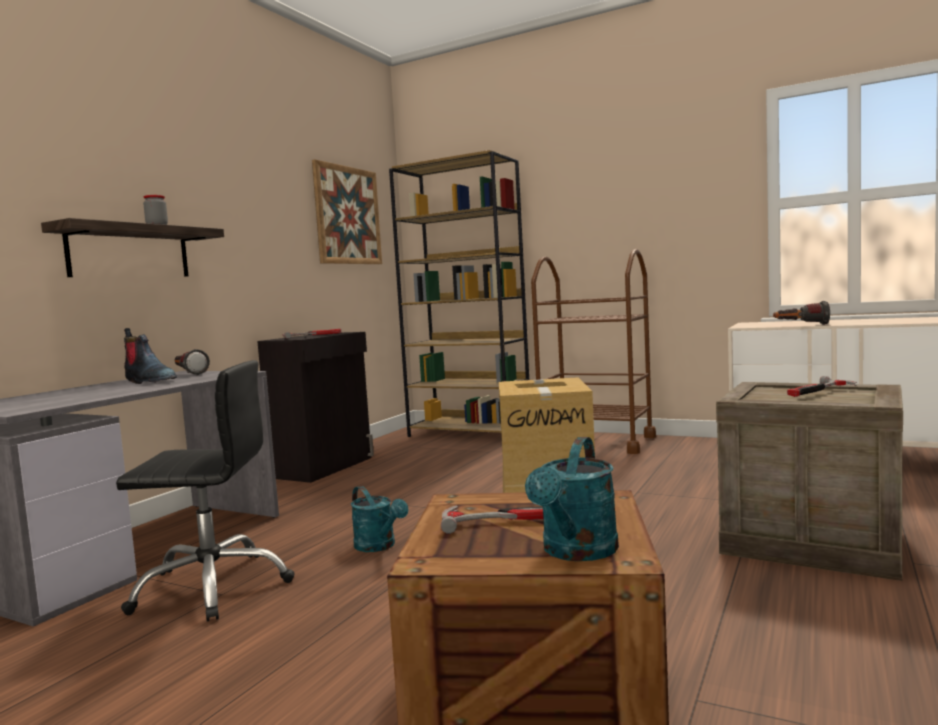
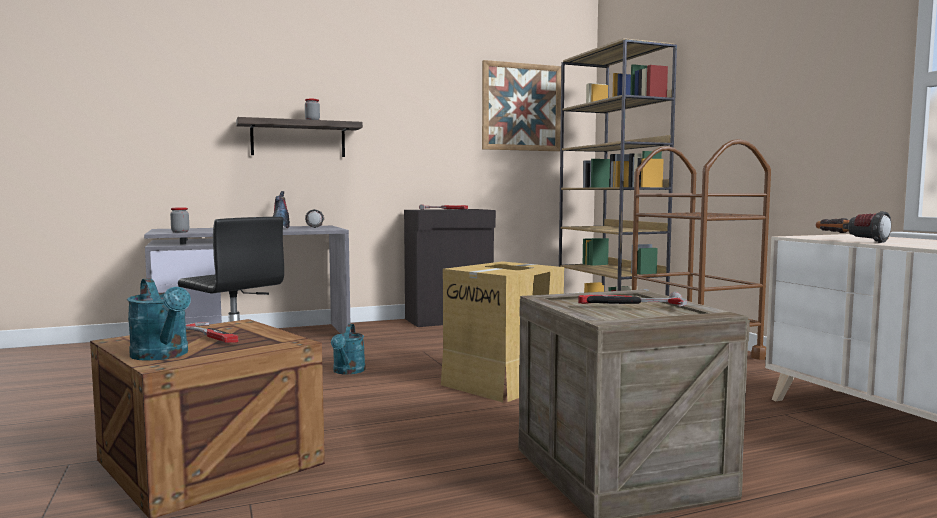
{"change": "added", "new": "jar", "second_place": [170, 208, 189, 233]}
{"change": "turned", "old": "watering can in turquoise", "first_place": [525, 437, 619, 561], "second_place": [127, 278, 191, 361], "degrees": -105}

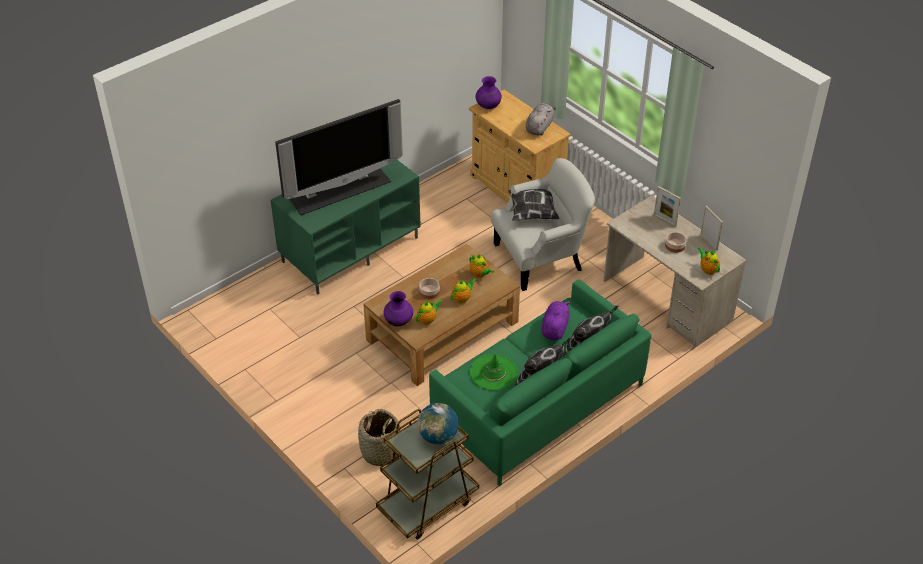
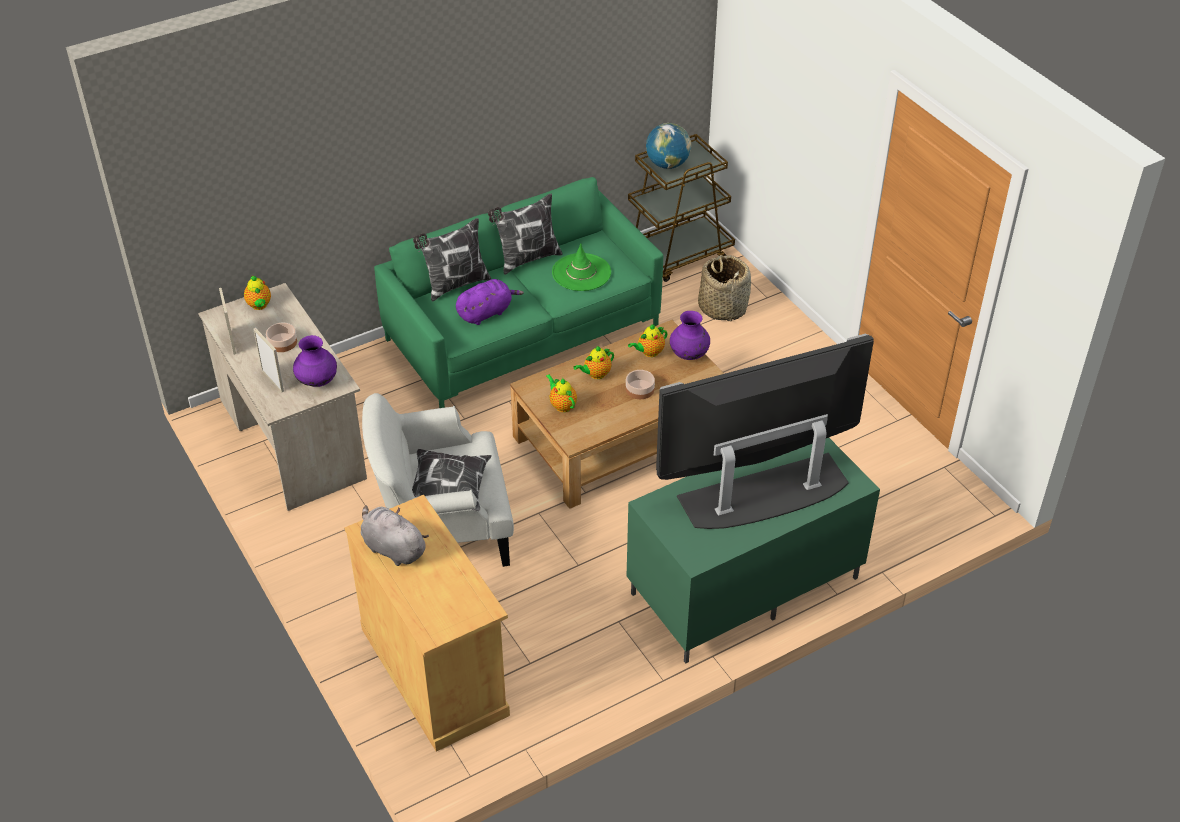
{"change": "moved", "old": "vase in purple", "first_place": [475, 76, 502, 109], "second_place": [293, 335, 337, 387]}
{"change": "turned", "old": "plush toy in grey", "first_place": [526, 103, 556, 136], "second_place": [361, 506, 429, 566], "degrees": 90}
{"change": "turned", "old": "plush toy in purple", "first_place": [541, 301, 570, 340], "second_place": [456, 279, 524, 325], "degrees": -150}

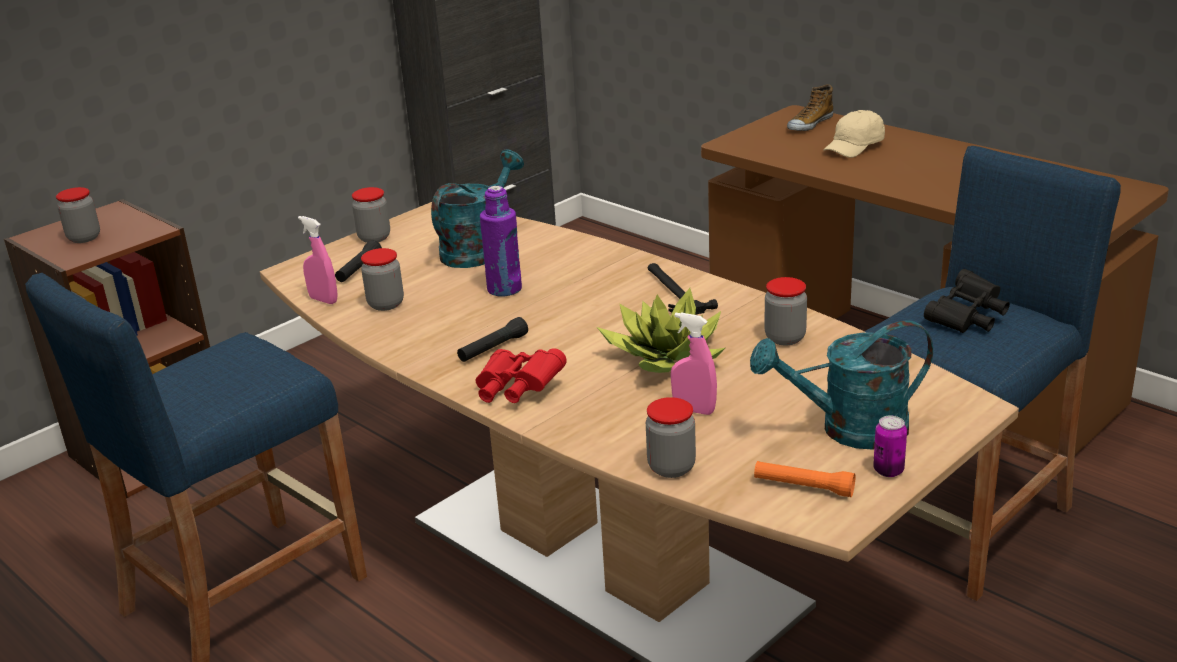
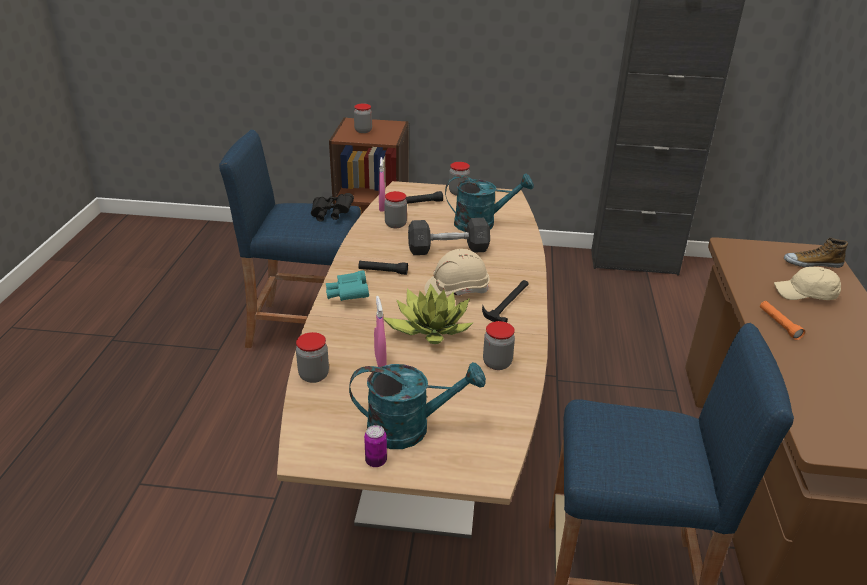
{"change": "added", "new": "hard hat in beige", "second_place": [425, 249, 489, 296]}
{"change": "moved", "old": "flashlight in orange", "first_place": [754, 461, 855, 497], "second_place": [760, 301, 805, 340]}
{"change": "moved", "old": "binoculars in black", "first_place": [924, 269, 1010, 333], "second_place": [311, 193, 354, 222]}
{"change": "replaced", "old": "bottle in purple", "new": "dumbbell in grey", "first_place": [480, 186, 522, 296], "second_place": [408, 218, 490, 255]}
{"change": "recoloured", "old": "binoculars in red", "new": "binoculars in turquoise", "first_place": [475, 348, 567, 403], "second_place": [326, 270, 369, 301]}
{"change": "turned", "old": "watering can in turquoise", "first_place": [750, 320, 933, 450], "second_place": [349, 362, 486, 449], "degrees": 135}

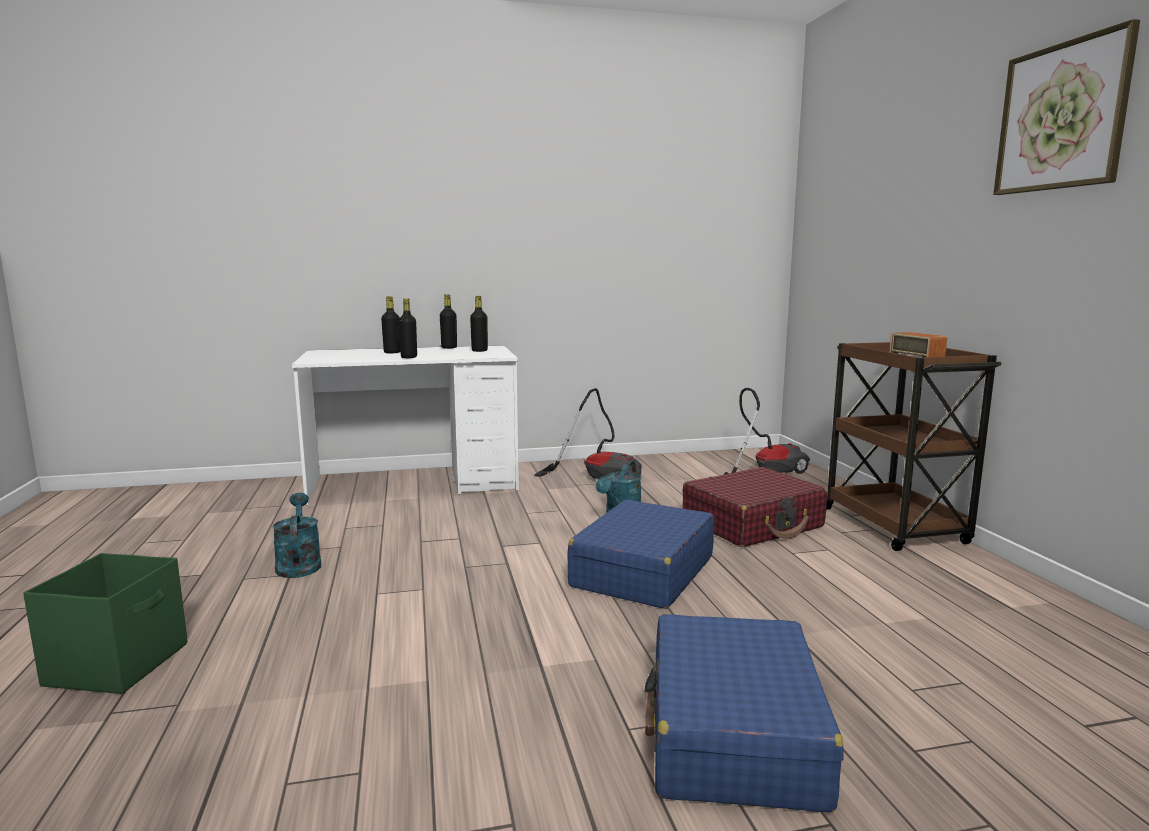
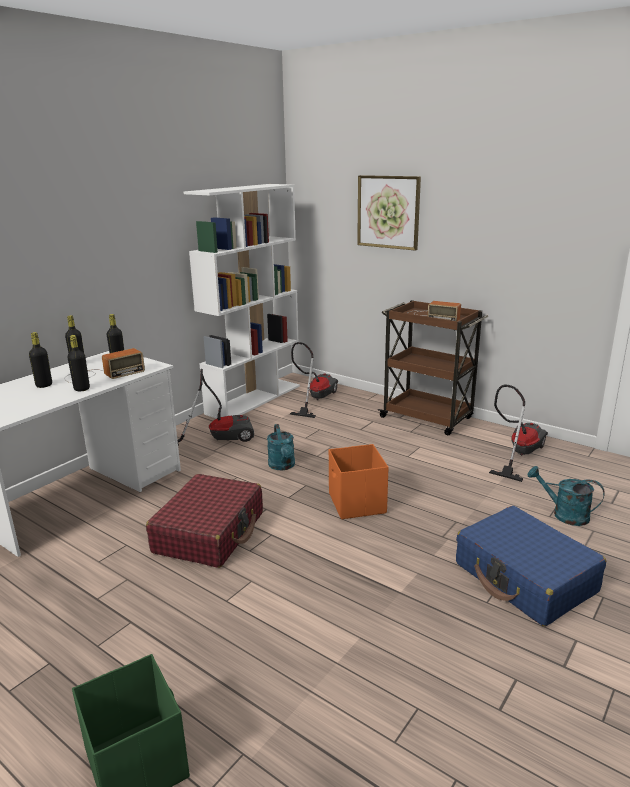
{"change": "added", "new": "radio", "second_place": [64, 348, 145, 383]}
{"change": "added", "new": "bookcase in white", "second_place": [184, 184, 300, 419]}
{"change": "added", "new": "vacuum cleaner", "second_place": [489, 385, 548, 482]}
{"change": "moved", "old": "watering can in turquoise", "first_place": [272, 493, 321, 578], "second_place": [527, 466, 605, 526]}
{"change": "moved", "old": "suitcase in red", "first_place": [682, 467, 827, 547], "second_place": [146, 474, 263, 568]}
{"change": "moved", "old": "picture", "first_place": [993, 19, 1140, 195], "second_place": [357, 175, 421, 251]}
{"change": "replaced", "old": "suitcase in blue", "new": "storage box in orange", "first_place": [568, 500, 714, 609], "second_place": [329, 444, 389, 519]}

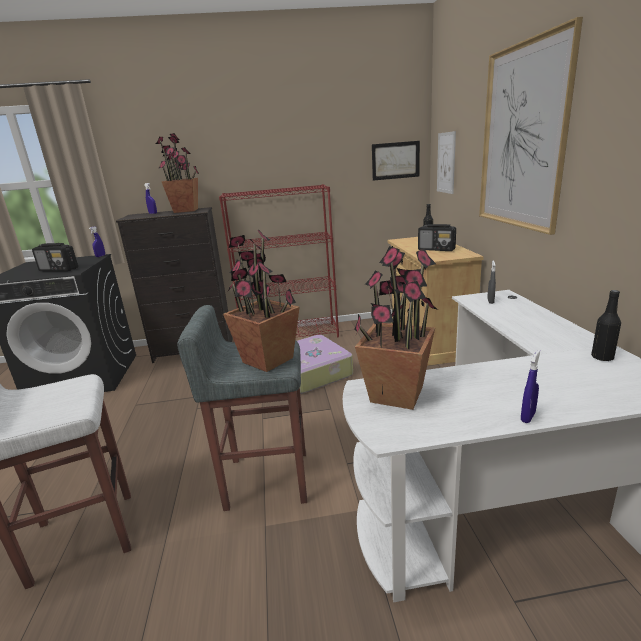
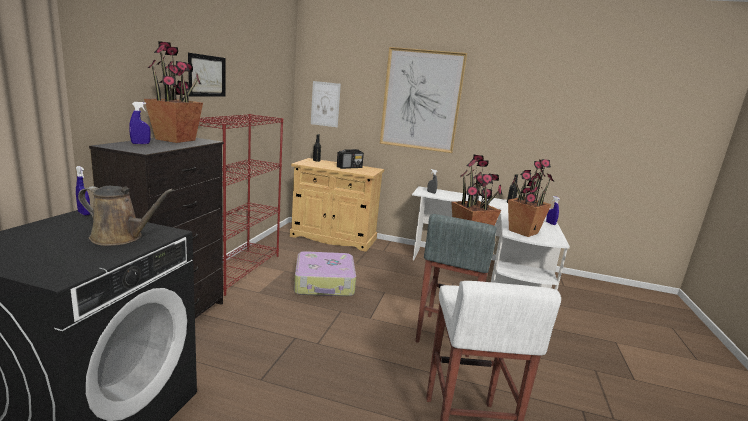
{"change": "moved", "old": "picture", "first_place": [372, 141, 420, 181], "second_place": [188, 53, 226, 97]}
{"change": "replaced", "old": "radio", "new": "watering can in brown", "first_place": [32, 243, 78, 271], "second_place": [78, 186, 174, 246]}

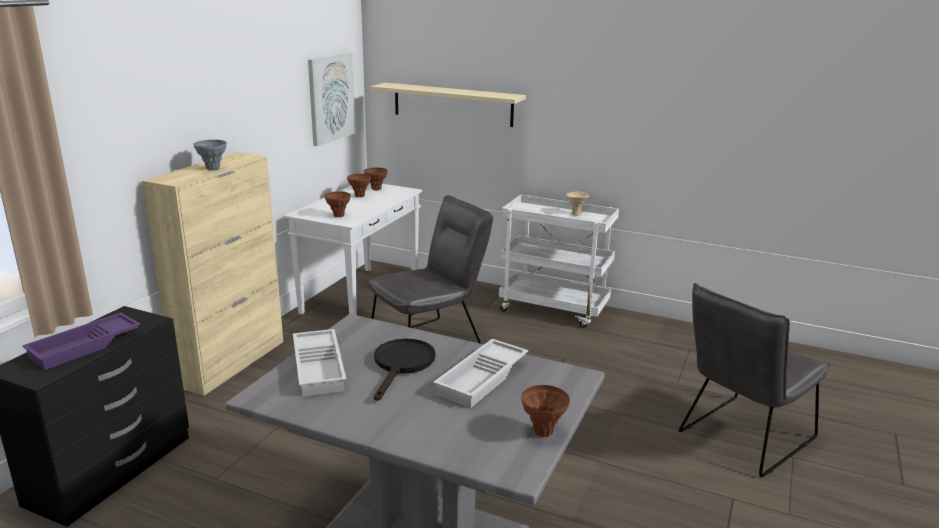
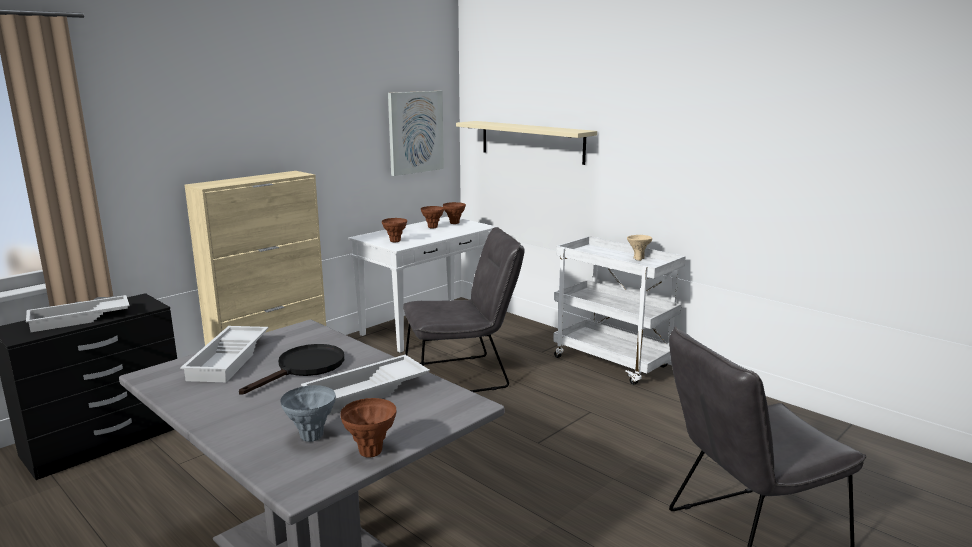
{"change": "moved", "old": "vase in grey", "first_place": [193, 140, 227, 170], "second_place": [280, 385, 336, 442]}
{"change": "recoloured", "old": "tray in purple", "new": "tray in white", "first_place": [22, 312, 141, 370], "second_place": [26, 295, 130, 332]}

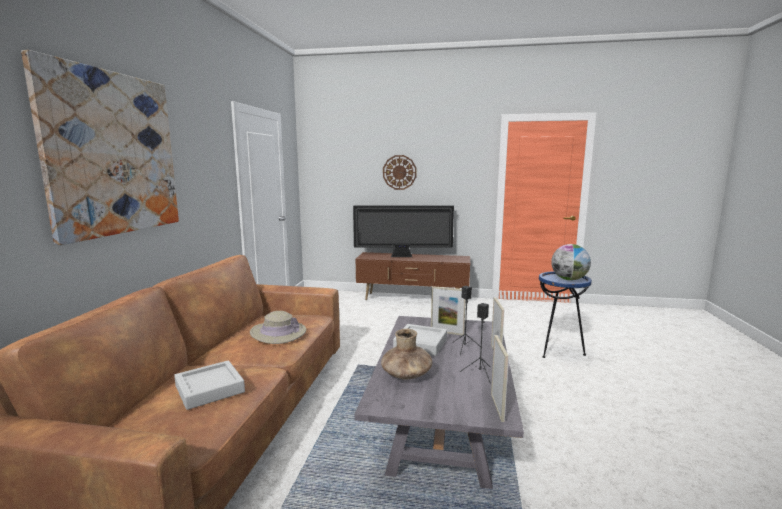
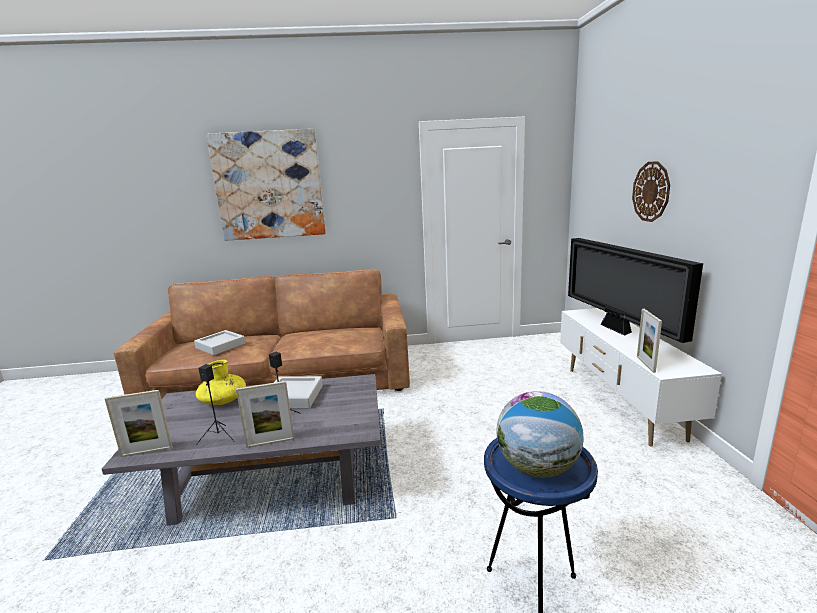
{"change": "removed", "old": "hat in beige", "first_place": [250, 311, 306, 344]}
{"change": "moved", "old": "picture frame", "first_place": [431, 286, 466, 335], "second_place": [637, 309, 662, 373]}
{"change": "recoloured", "old": "tv stand in brown", "new": "tv stand in white", "first_place": [356, 252, 470, 300], "second_place": [560, 308, 722, 447]}
{"change": "recoloured", "old": "vase in brown", "new": "vase in yellow", "first_place": [381, 329, 432, 380], "second_place": [196, 360, 246, 405]}

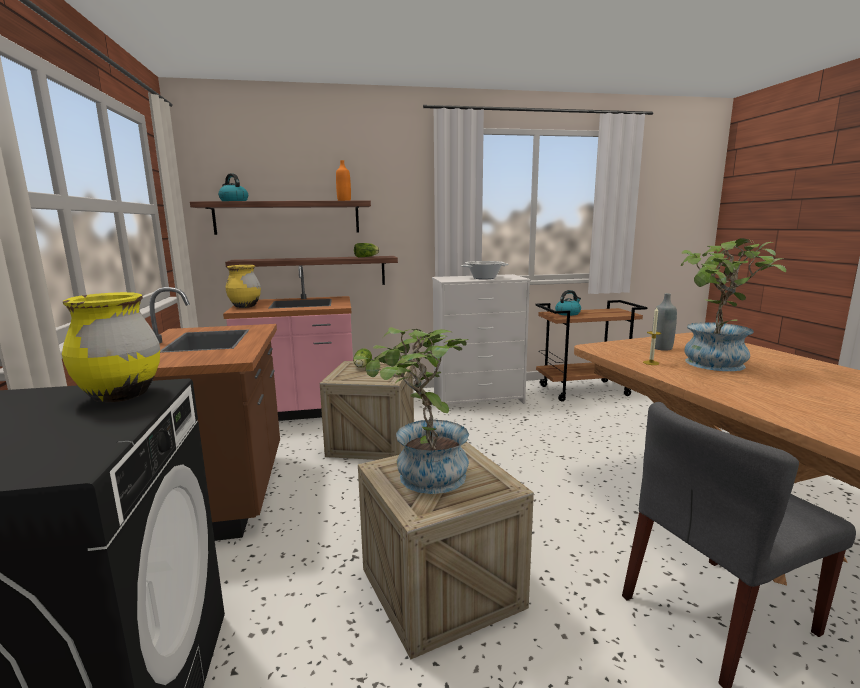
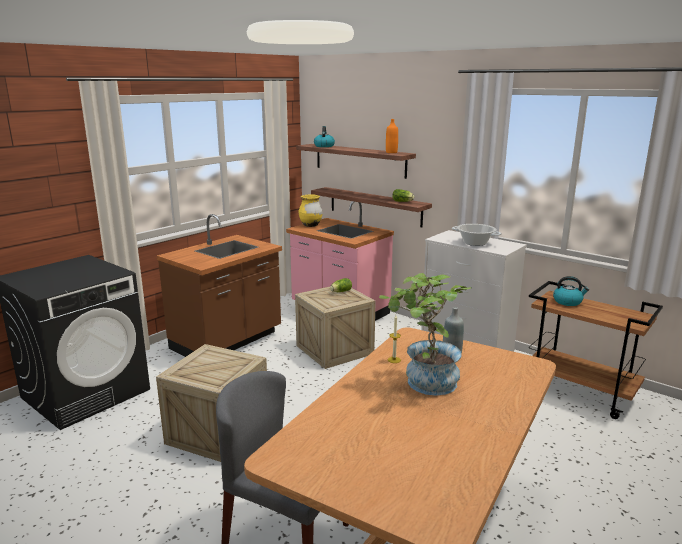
{"change": "removed", "old": "vase in yellow", "first_place": [62, 292, 160, 402]}
{"change": "removed", "old": "potted plant", "first_place": [354, 327, 469, 494]}

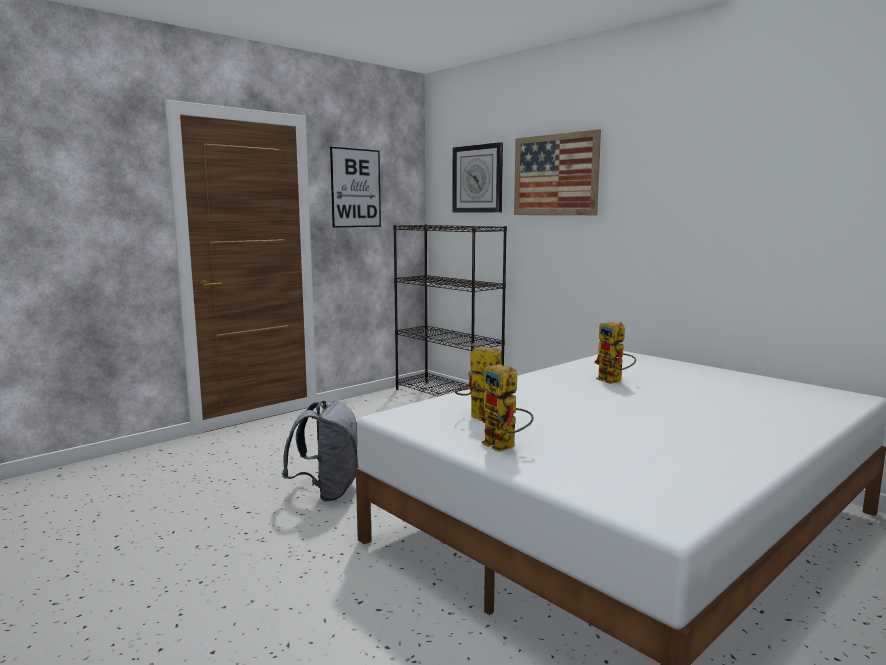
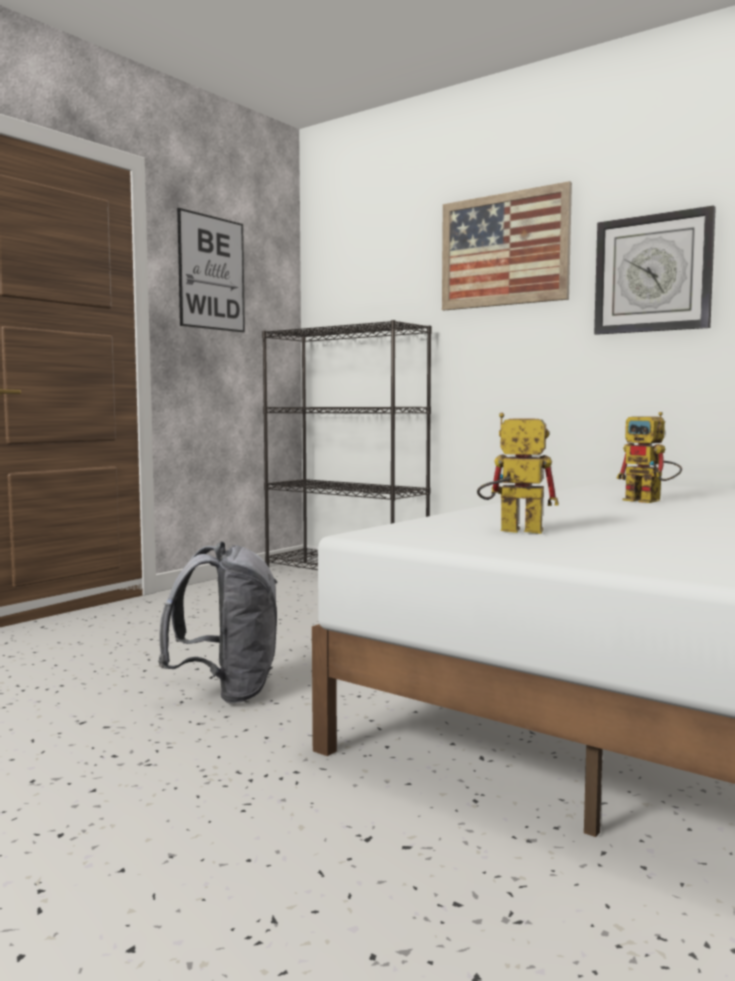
{"change": "removed", "old": "toy robot", "first_place": [480, 364, 534, 452]}
{"change": "moved", "old": "wall clock", "first_place": [452, 142, 503, 212], "second_place": [594, 206, 716, 335]}

